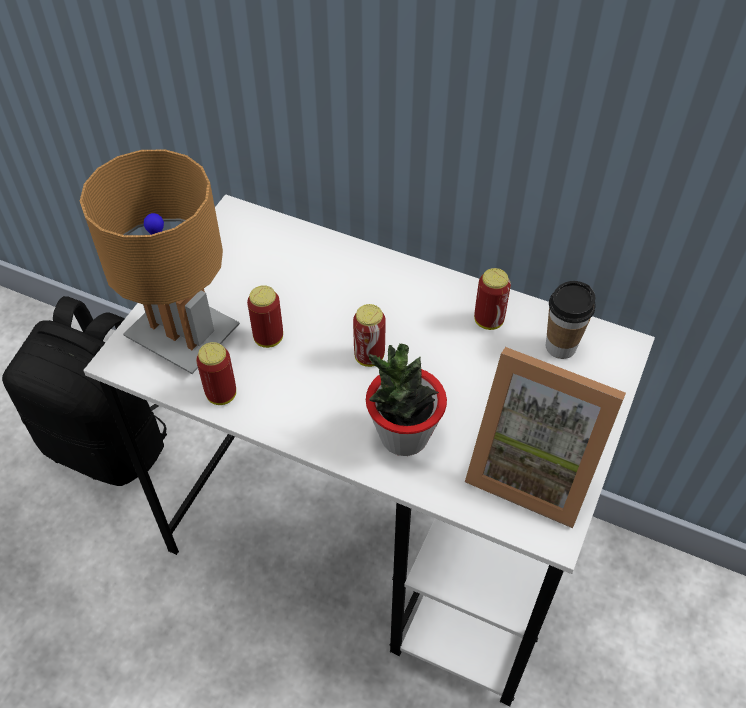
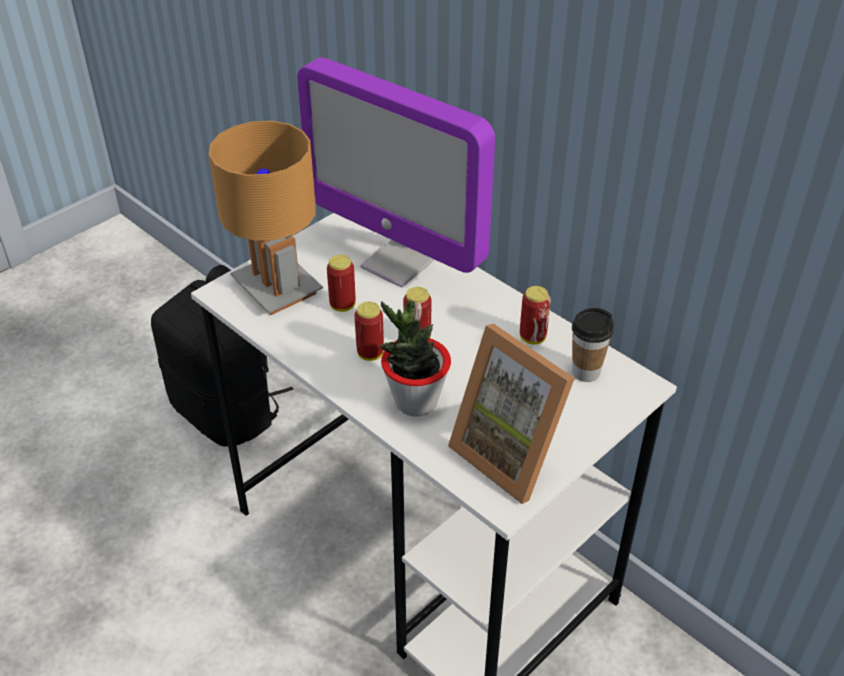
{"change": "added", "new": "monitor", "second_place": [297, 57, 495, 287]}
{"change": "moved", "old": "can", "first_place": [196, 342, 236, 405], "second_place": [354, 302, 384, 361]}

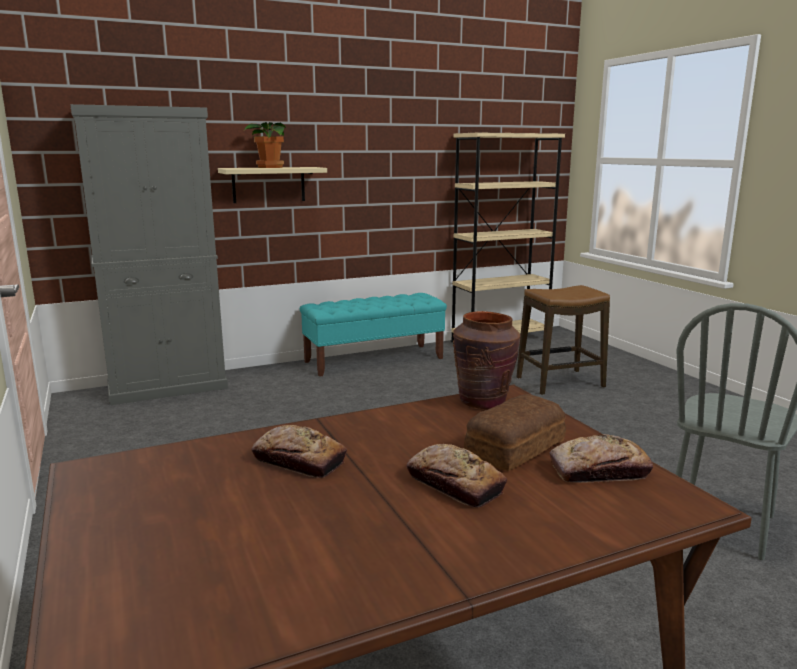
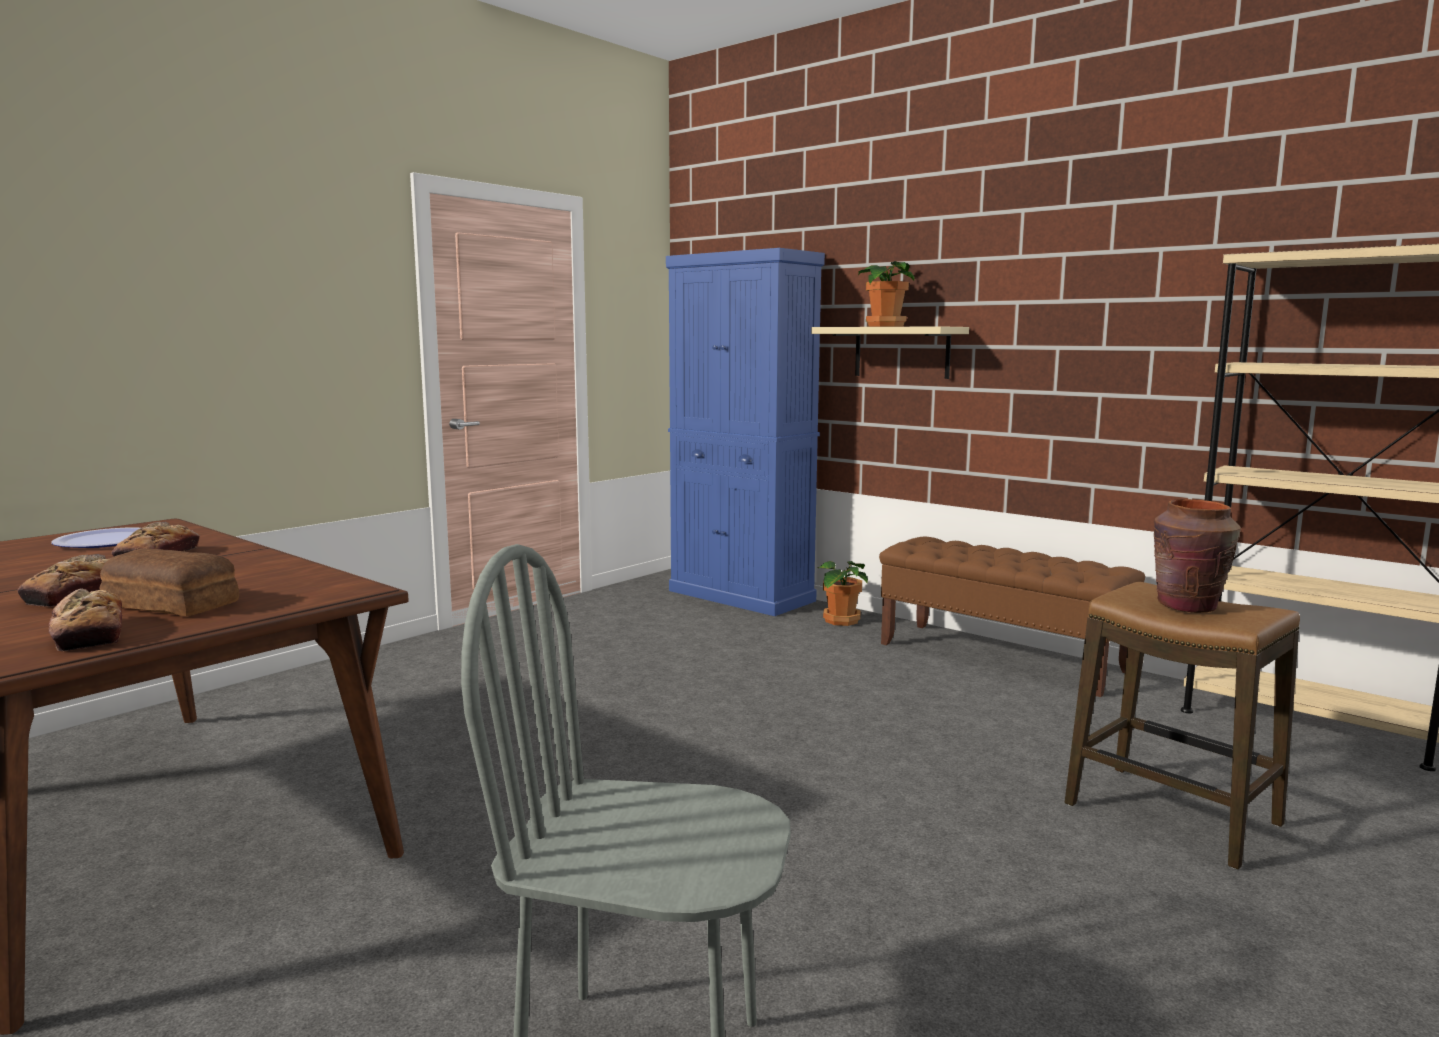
{"change": "added", "new": "plate", "second_place": [51, 528, 140, 548]}
{"change": "added", "new": "potted plant", "second_place": [817, 561, 868, 626]}
{"change": "moved", "old": "vase in brown", "first_place": [453, 311, 520, 409], "second_place": [1154, 499, 1241, 613]}
{"change": "recoloured", "old": "cabinet in grey", "new": "cabinet in blue", "first_place": [70, 104, 228, 405], "second_place": [666, 248, 825, 616]}
{"change": "recoloured", "old": "bench in turquoise", "new": "bench in brown", "first_place": [300, 293, 447, 377], "second_place": [879, 536, 1145, 697]}

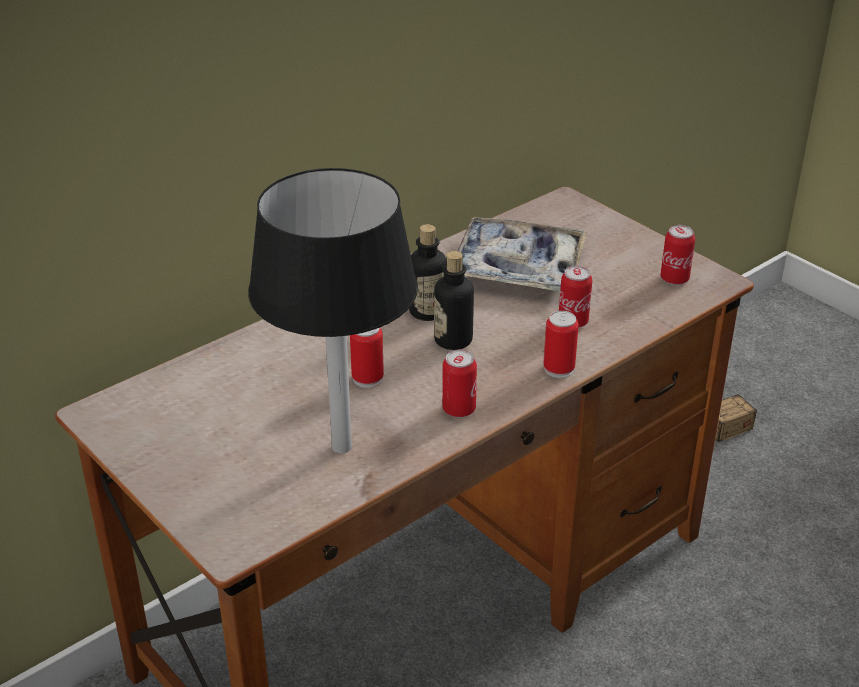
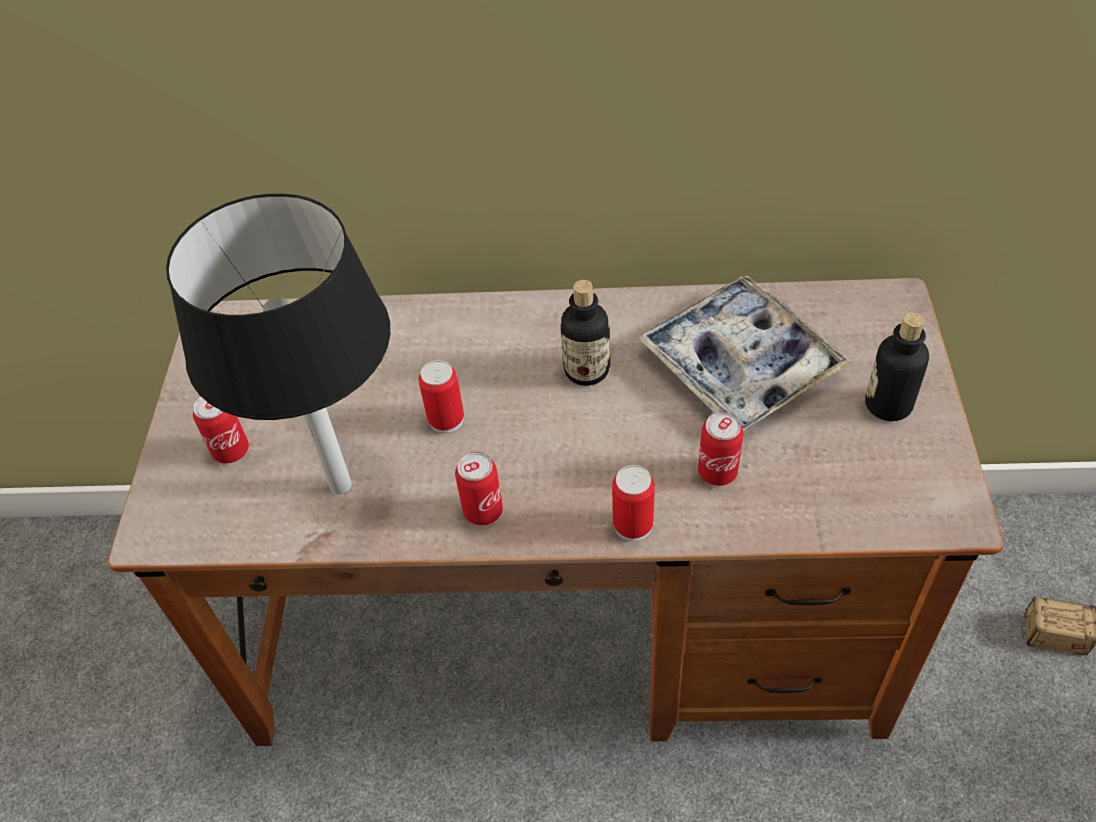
{"change": "moved", "old": "bottle", "first_place": [434, 251, 474, 350], "second_place": [865, 312, 929, 421]}
{"change": "moved", "old": "can", "first_place": [660, 225, 695, 285], "second_place": [193, 397, 249, 464]}

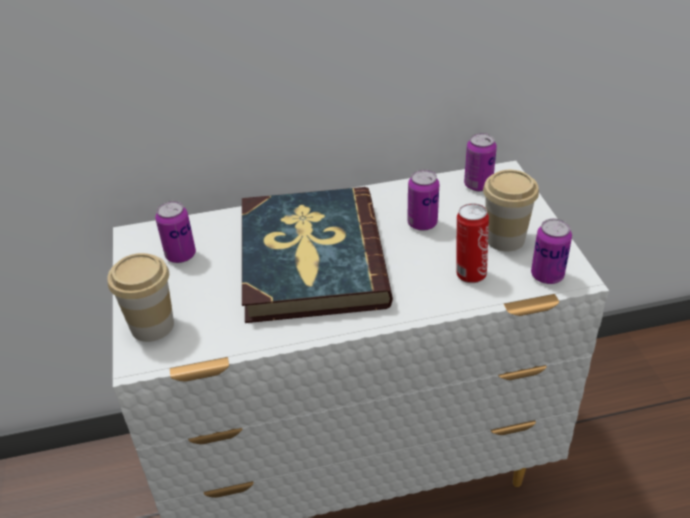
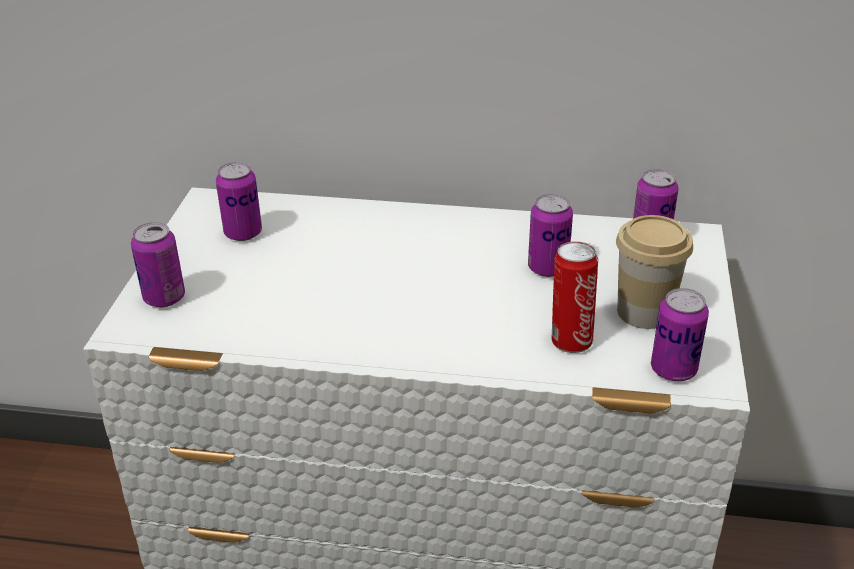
{"change": "removed", "old": "book", "first_place": [242, 187, 393, 323]}
{"change": "replaced", "old": "cup", "new": "can", "first_place": [107, 253, 174, 342], "second_place": [131, 222, 185, 307]}

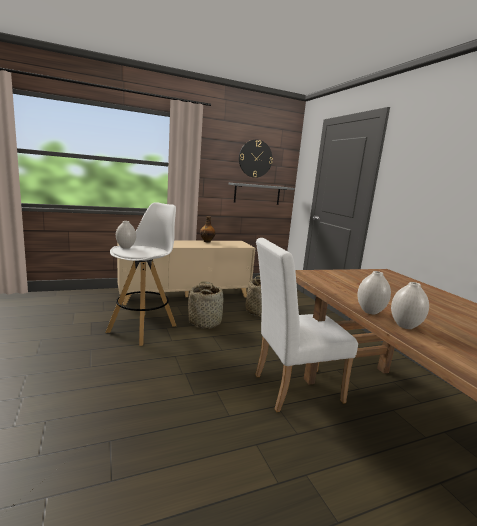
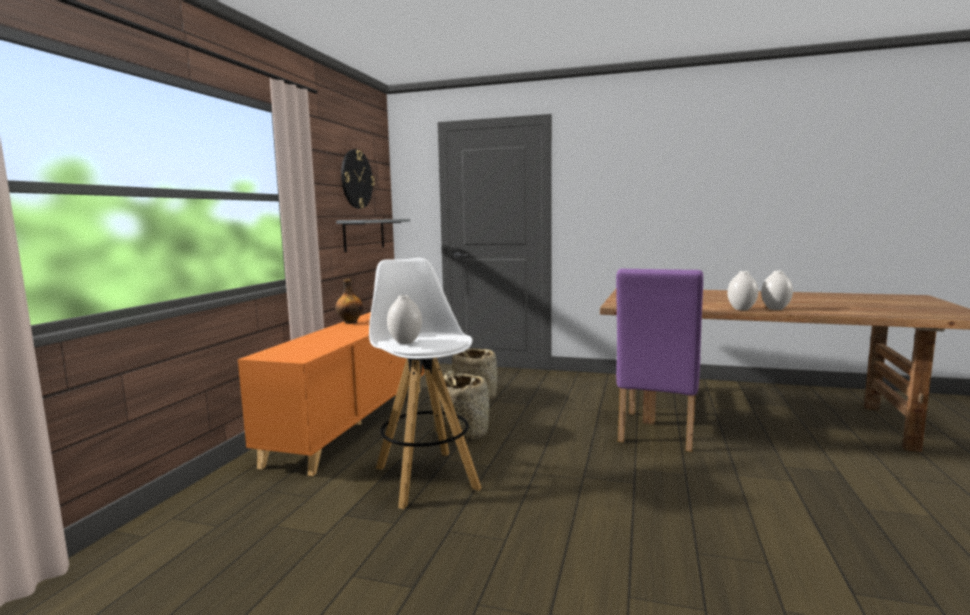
{"change": "recoloured", "old": "cabinet in beige", "new": "cabinet in orange", "first_place": [117, 240, 255, 305], "second_place": [238, 312, 424, 476]}
{"change": "recoloured", "old": "chair in white", "new": "chair in purple", "first_place": [255, 238, 358, 412], "second_place": [616, 269, 703, 452]}

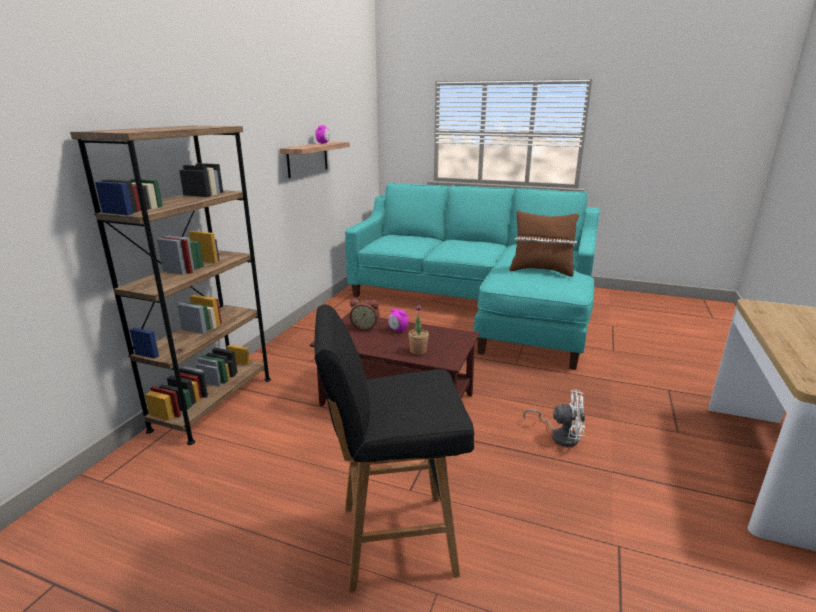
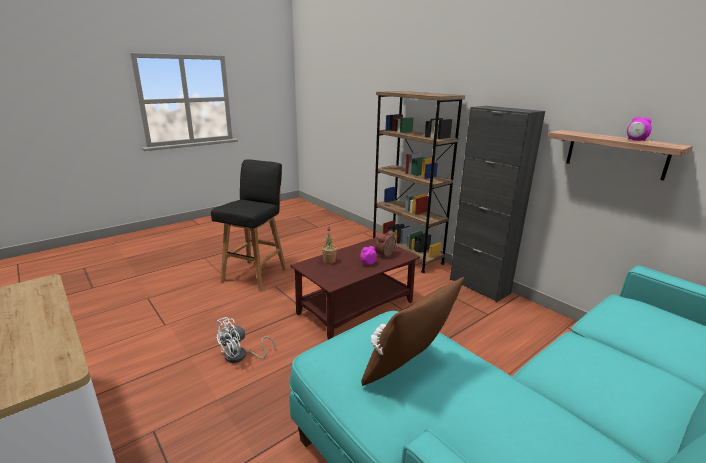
{"change": "added", "new": "cabinet in black", "second_place": [450, 106, 545, 302]}

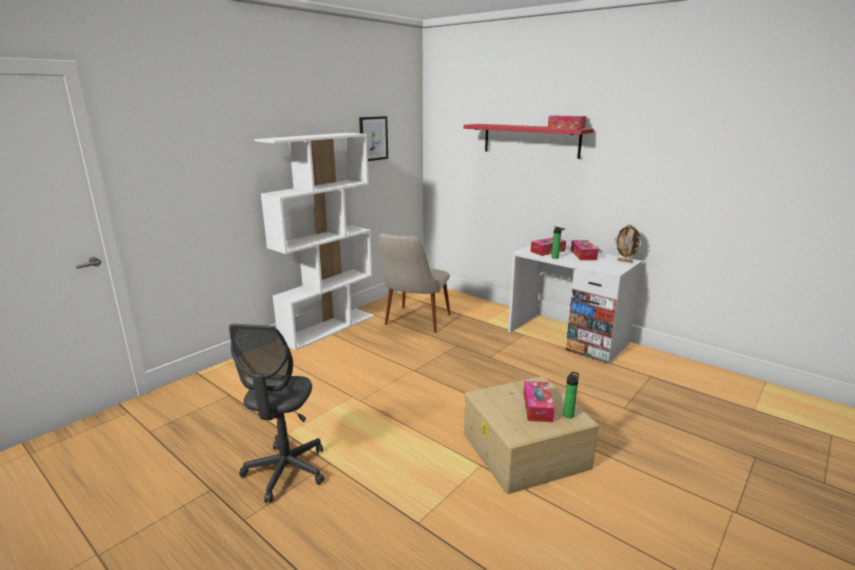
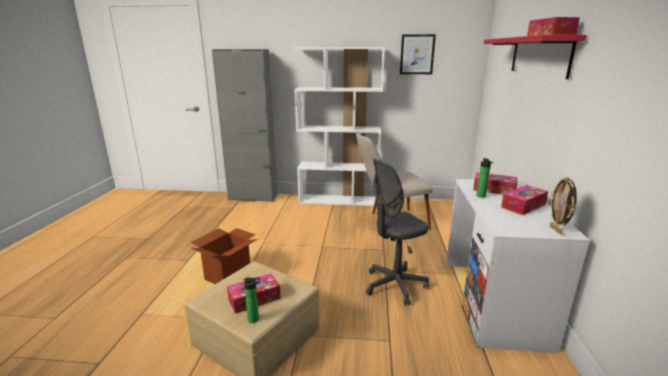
{"change": "added", "new": "cardboard box", "second_place": [191, 228, 258, 284]}
{"change": "added", "new": "cabinet in grey", "second_place": [212, 49, 277, 202]}
{"change": "moved", "old": "office chair in grey", "first_place": [229, 324, 324, 503], "second_place": [366, 159, 429, 305]}

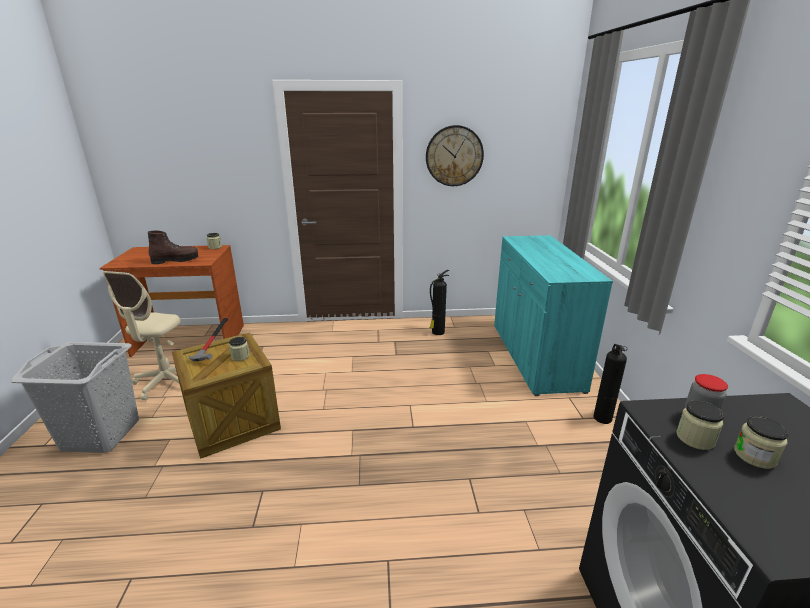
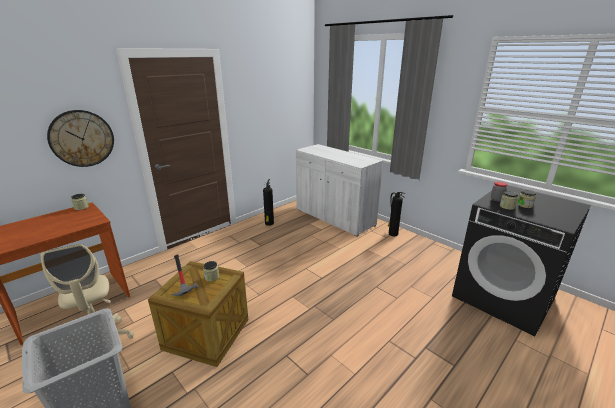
{"change": "removed", "old": "boot in brown", "first_place": [148, 230, 198, 264]}
{"change": "moved", "old": "wall clock", "first_place": [426, 125, 484, 186], "second_place": [47, 110, 114, 167]}
{"change": "recoloured", "old": "cabinet in turquoise", "new": "cabinet in white", "first_place": [494, 235, 613, 396], "second_place": [296, 144, 383, 236]}

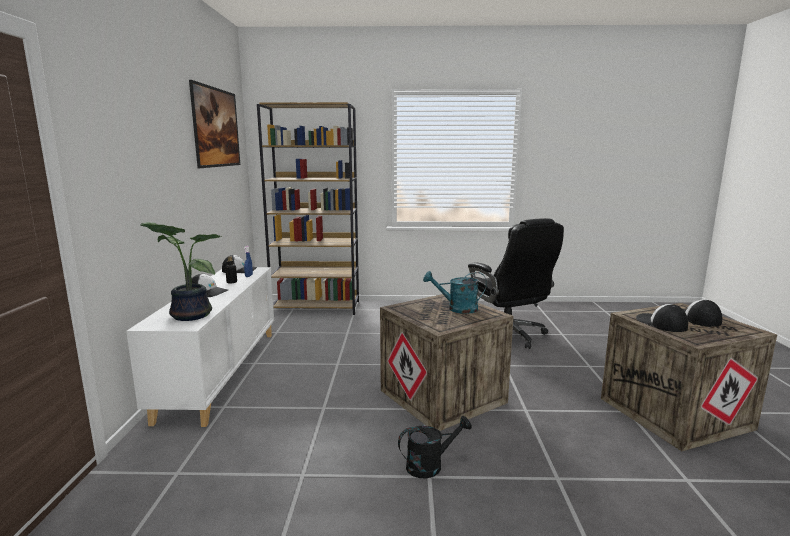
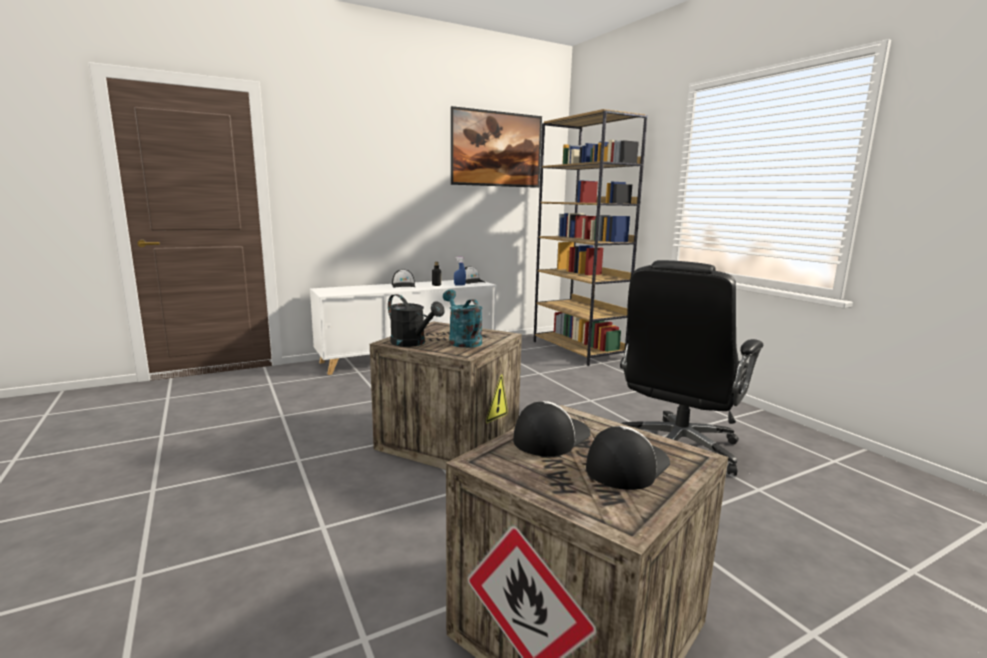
{"change": "removed", "old": "potted plant", "first_place": [140, 222, 221, 321]}
{"change": "moved", "old": "watering can in black", "first_place": [398, 416, 472, 478], "second_place": [388, 294, 444, 347]}

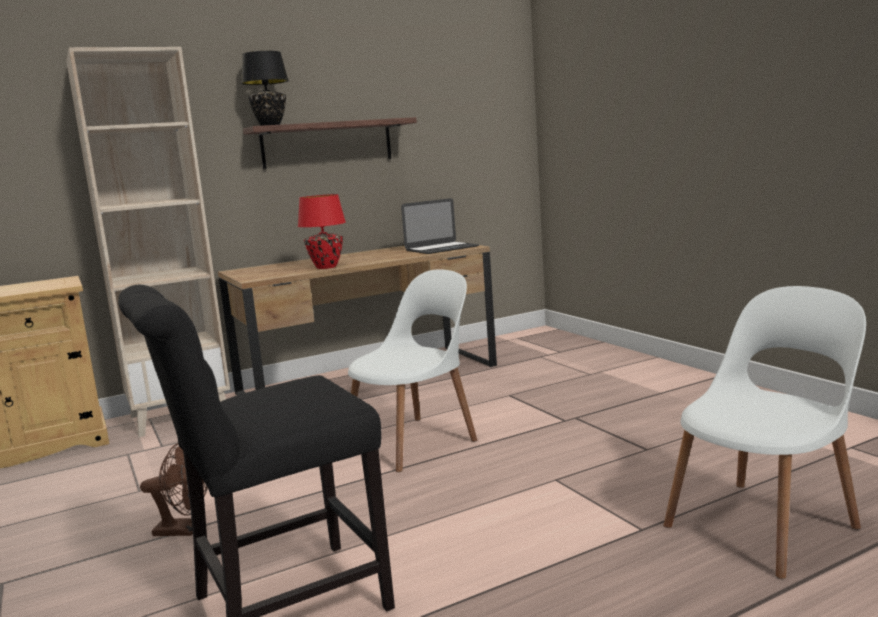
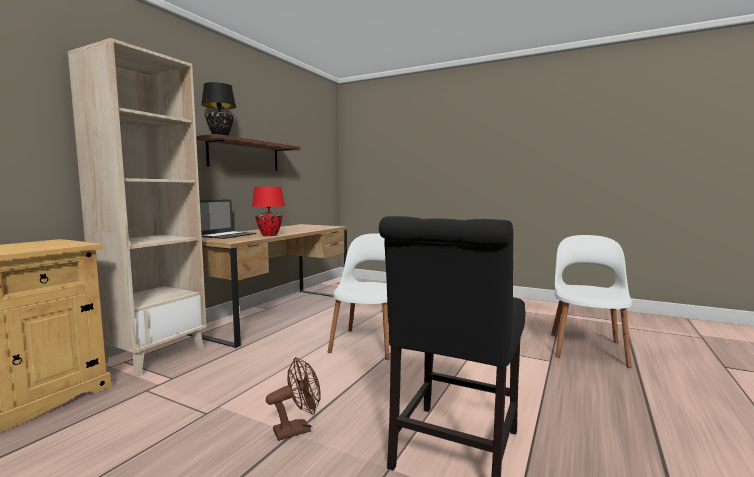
{"change": "moved", "old": "laptop", "first_place": [401, 198, 479, 254], "second_place": [200, 199, 257, 239]}

